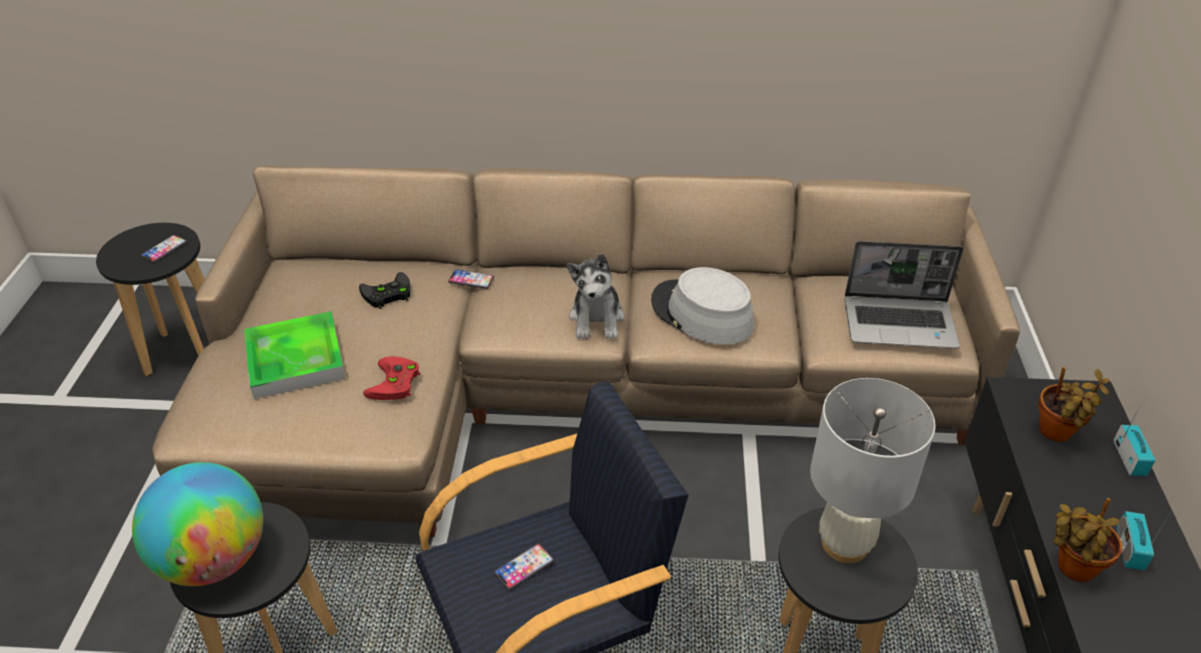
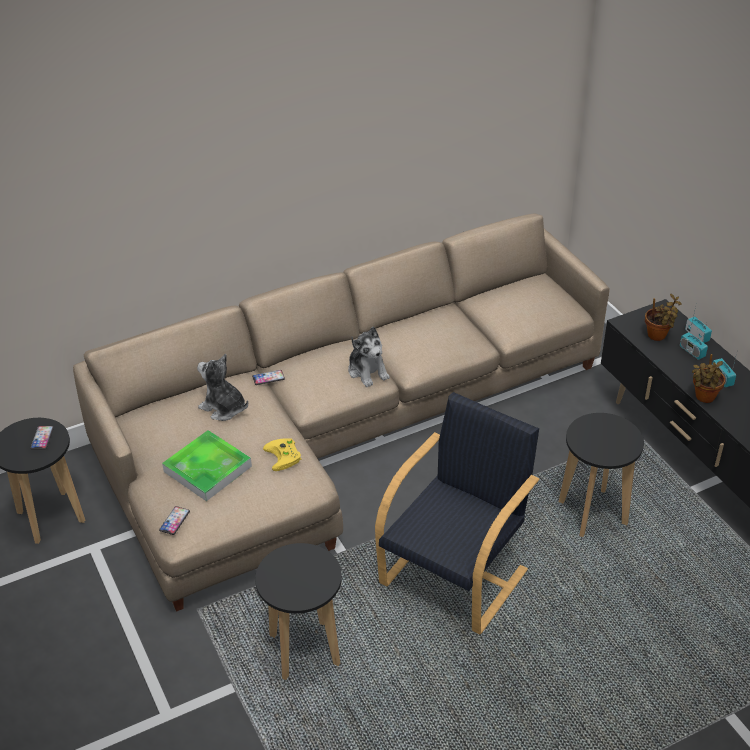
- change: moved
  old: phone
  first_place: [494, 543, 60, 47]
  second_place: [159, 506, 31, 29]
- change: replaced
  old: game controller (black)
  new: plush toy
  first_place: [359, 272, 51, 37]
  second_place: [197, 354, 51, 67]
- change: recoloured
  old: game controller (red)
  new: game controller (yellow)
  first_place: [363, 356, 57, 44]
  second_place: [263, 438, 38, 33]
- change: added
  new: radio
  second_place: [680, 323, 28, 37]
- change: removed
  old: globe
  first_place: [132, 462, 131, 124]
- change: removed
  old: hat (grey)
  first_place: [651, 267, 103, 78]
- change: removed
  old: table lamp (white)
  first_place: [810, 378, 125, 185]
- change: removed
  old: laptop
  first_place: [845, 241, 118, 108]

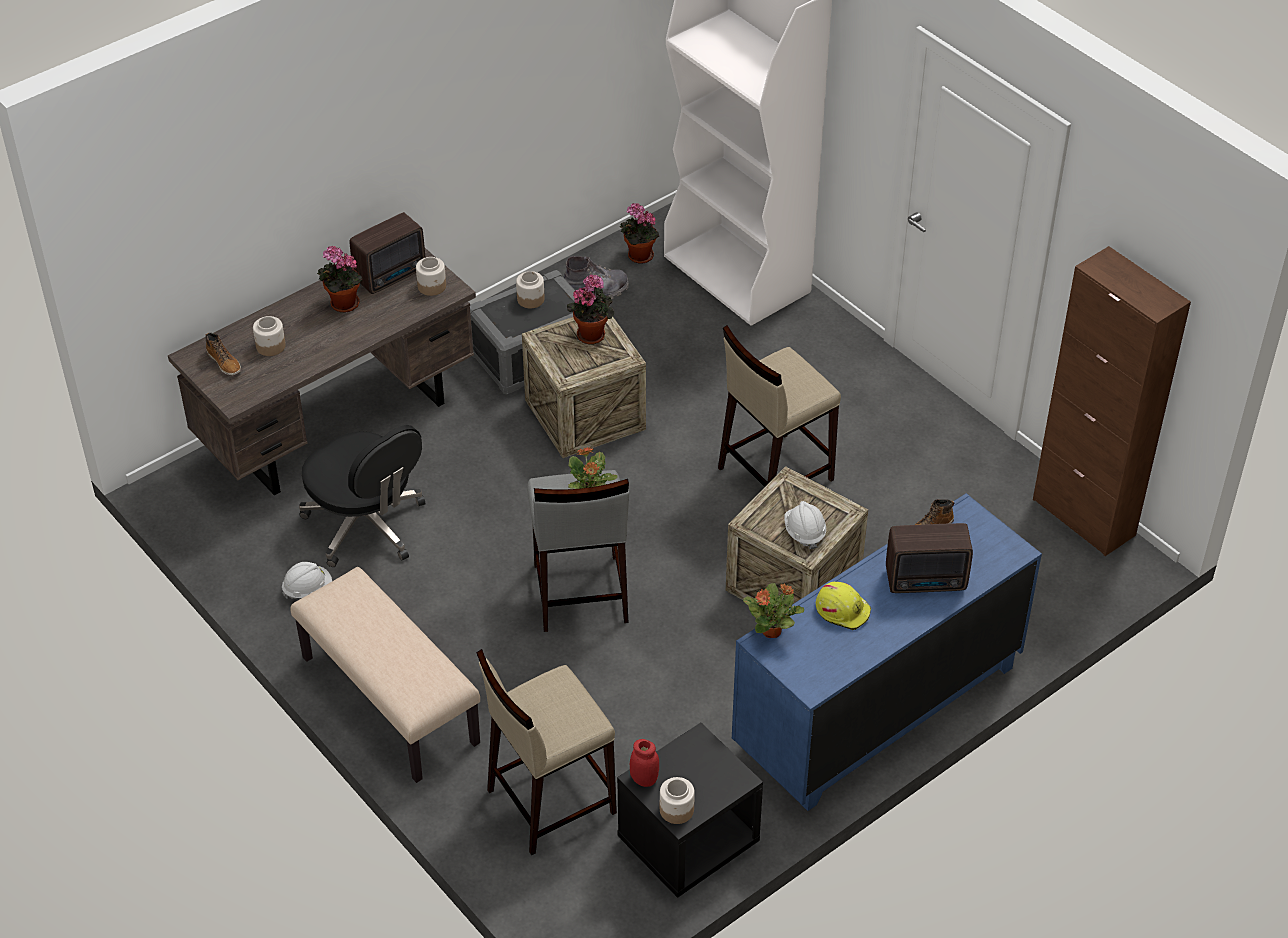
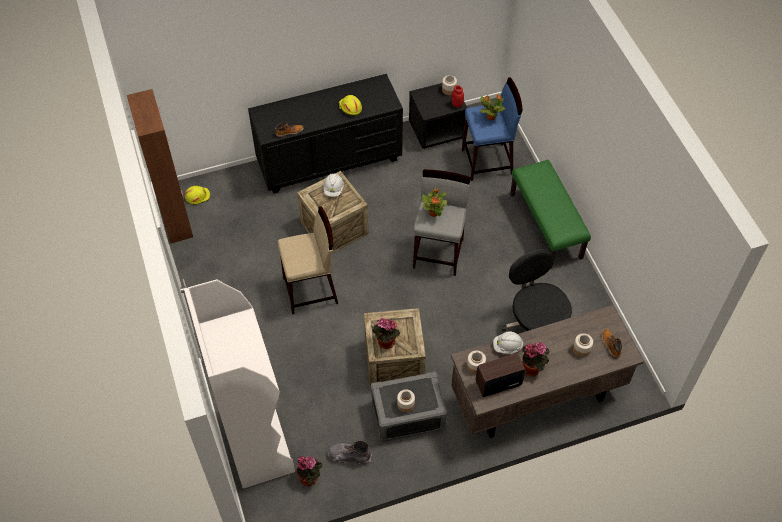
- change: added
  new: hard hat (yellow)
  second_place: [185, 186, 25, 19]
- change: recoloured
  old: dresser (blue)
  new: dresser (black)
  first_place: [732, 493, 310, 318]
  second_place: [248, 74, 155, 120]
- change: recoloured
  old: stool (beige)
  new: stool (blue)
  first_place: [476, 649, 141, 206]
  second_place: [462, 77, 61, 104]
- change: moved
  old: potted plant
  first_place: [743, 583, 61, 55]
  second_place: [480, 94, 25, 26]
- change: moved
  old: hard hat (white)
  first_place: [282, 562, 50, 37]
  second_place: [493, 332, 30, 22]
- change: recoloured
  old: bench (beige)
  new: bench (green)
  first_place: [290, 567, 190, 216]
  second_place: [510, 160, 81, 108]
- change: removed
  old: radio
  first_place: [886, 523, 87, 70]

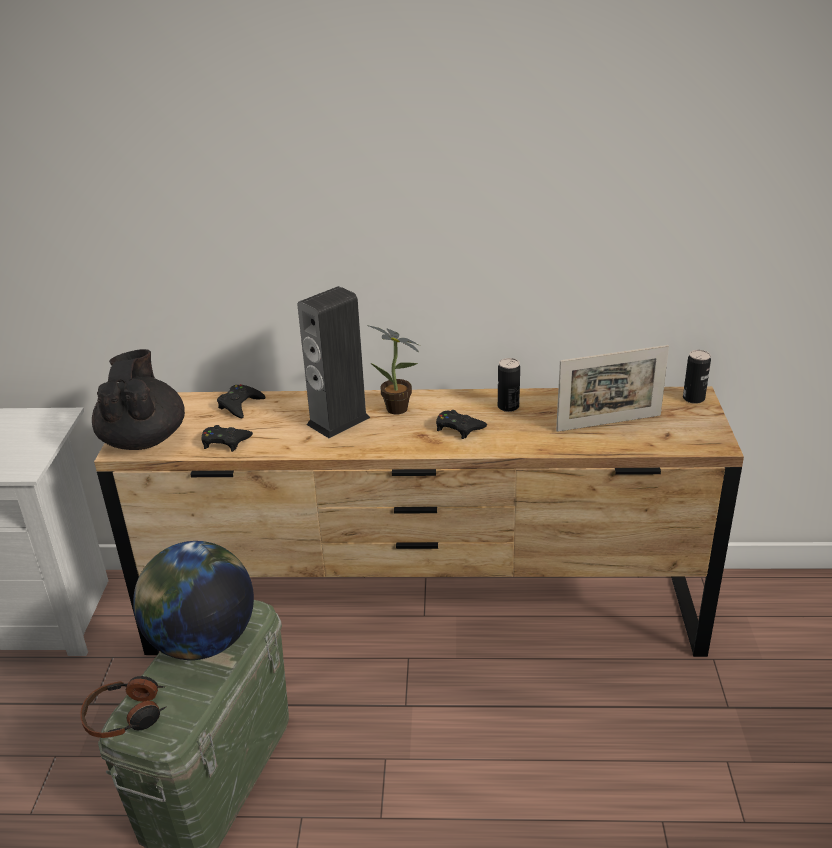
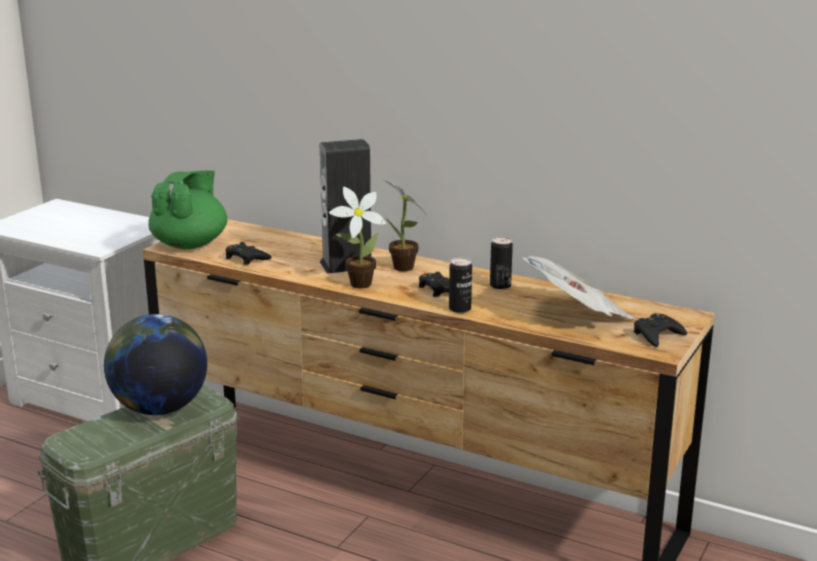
- change: recoloured
  old: teapot (black)
  new: teapot (green)
  first_place: [92, 349, 93, 101]
  second_place: [148, 170, 79, 79]
- change: added
  new: potted plant
  second_place: [329, 187, 57, 101]
- change: moved
  old: can
  first_place: [683, 350, 28, 54]
  second_place: [449, 258, 23, 55]
- change: replaced
  old: picture frame
  new: newspaper
  first_place: [556, 345, 113, 87]
  second_place: [522, 256, 114, 63]
- change: moved
  old: game controller (black)
  first_place: [217, 384, 49, 34]
  second_place: [633, 313, 54, 34]
- change: removed
  old: headphones
  first_place: [80, 676, 86, 62]

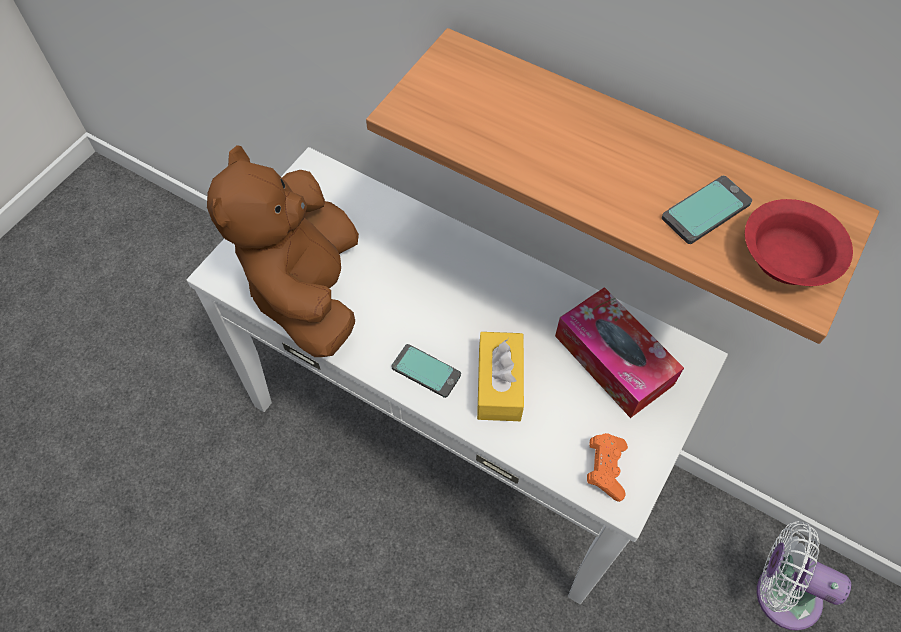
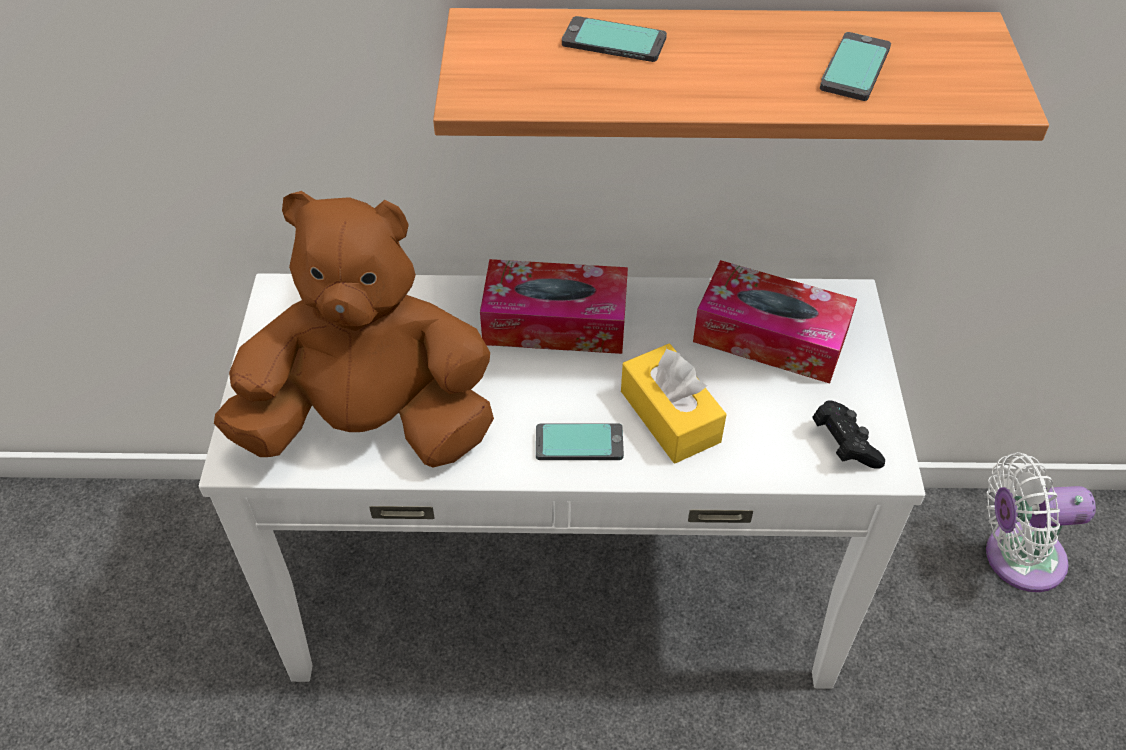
- change: turned
  old: plush toy (brown)
  first_place: [207, 145, 152, 212]
  second_place: [214, 191, 280, 276]
  degrees: 120
- change: added
  new: tissue box
  second_place: [480, 259, 148, 95]
- change: added
  new: phone
  second_place: [562, 16, 105, 46]
- change: recoloured
  old: game controller (orange)
  new: game controller (black)
  first_place: [587, 433, 41, 69]
  second_place: [812, 400, 73, 69]
- change: removed
  old: bowl (red)
  first_place: [745, 199, 108, 87]

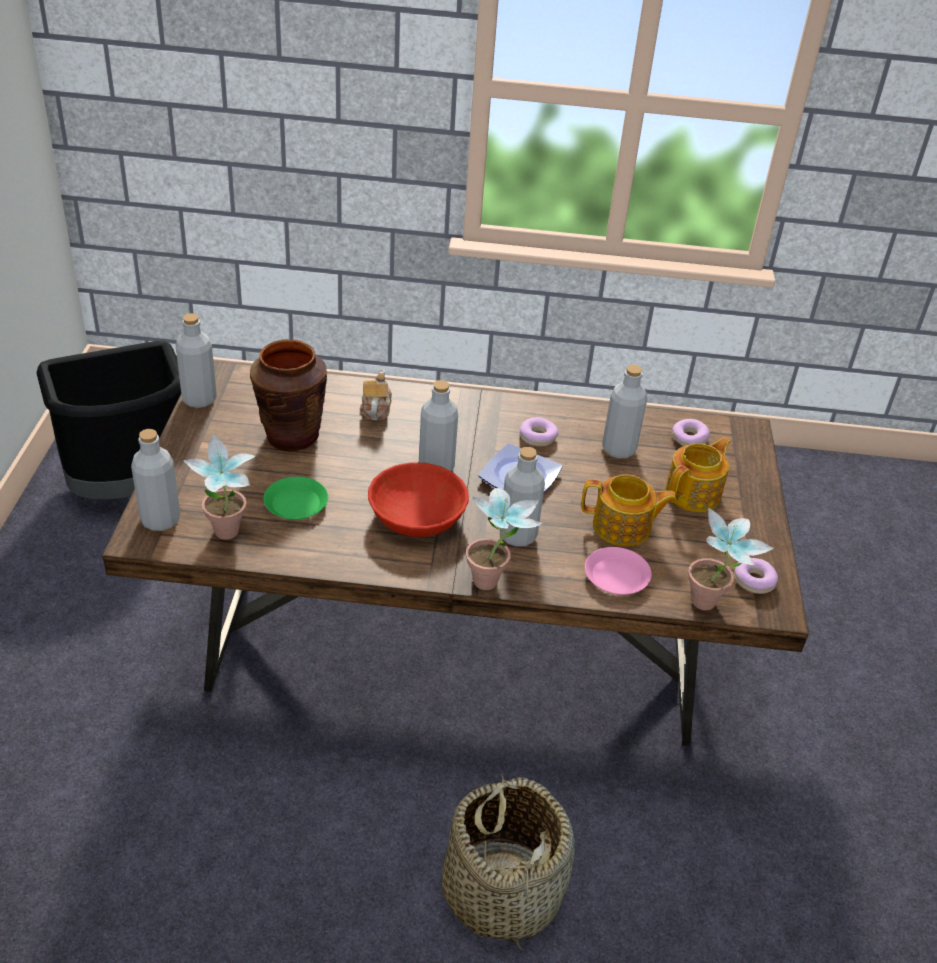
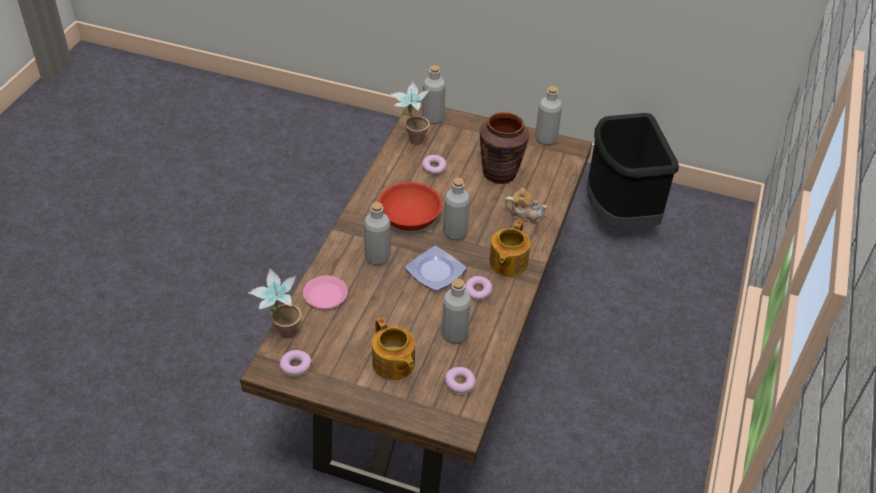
- change: replaced
  old: plate (green)
  new: donut
  first_place: [264, 477, 64, 43]
  second_place: [422, 155, 25, 20]
- change: moved
  old: teapot
  first_place: [581, 474, 97, 72]
  second_place: [489, 220, 41, 56]
- change: removed
  old: basket
  first_place: [442, 773, 133, 177]
- change: removed
  old: potted plant
  first_place: [466, 488, 76, 102]

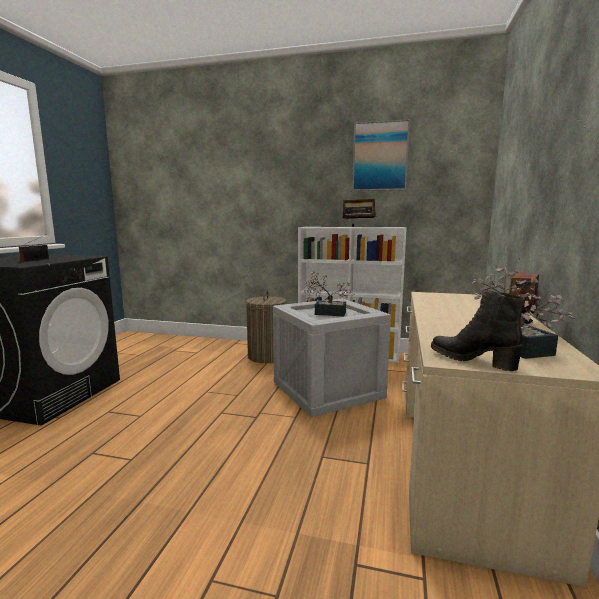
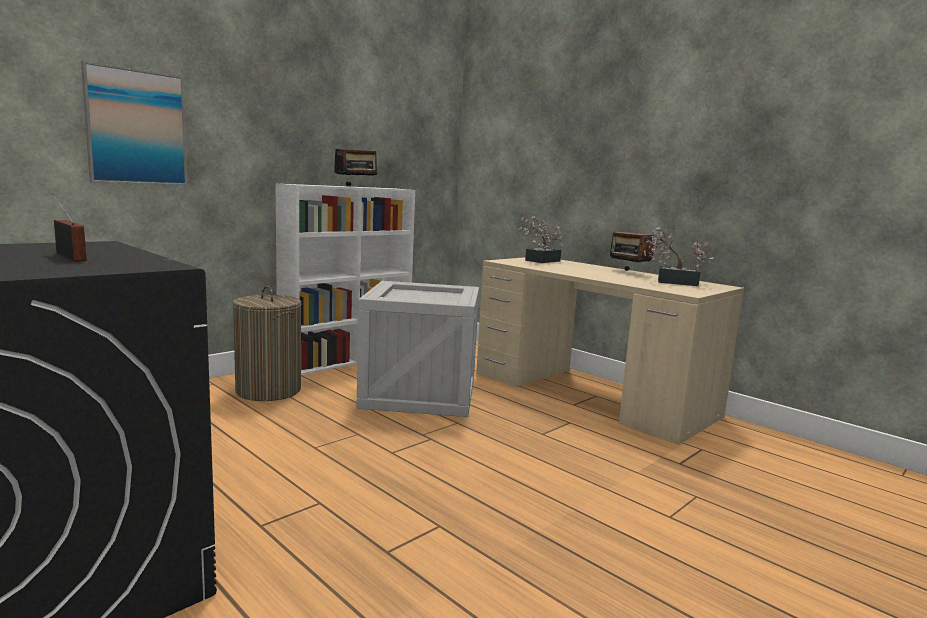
- change: moved
  old: picture
  first_place: [352, 119, 58, 72]
  second_place: [81, 61, 107, 125]
- change: moved
  old: potted plant
  first_place: [304, 271, 50, 46]
  second_place: [519, 216, 44, 47]
- change: removed
  old: boot (black)
  first_place: [431, 290, 94, 81]

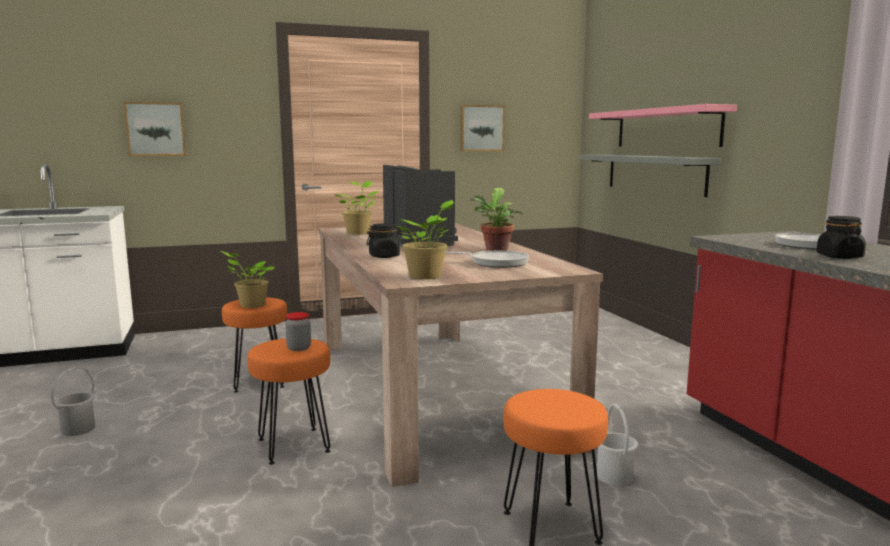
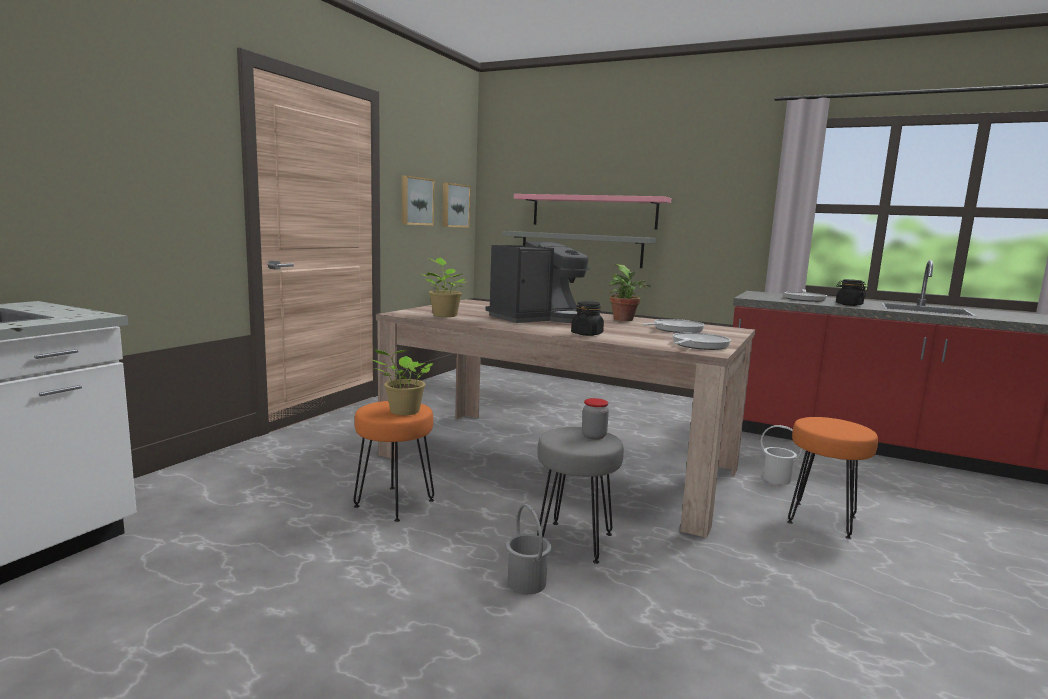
- change: moved
  old: picture
  first_place: [124, 101, 62, 55]
  second_place: [443, 183, 28, 45]
- change: turned
  old: coffee machine
  first_place: [383, 165, 75, 82]
  second_place: [485, 241, 105, 82]
  degrees: 120
- change: moved
  old: bucket (grey)
  first_place: [51, 367, 44, 69]
  second_place: [506, 504, 45, 90]
- change: recoloured
  old: stool (orange)
  new: stool (grey)
  first_place: [247, 338, 83, 127]
  second_place: [537, 427, 87, 137]
- change: replaced
  old: potted plant
  new: frying pan
  first_place: [396, 200, 58, 79]
  second_place: [672, 332, 59, 18]

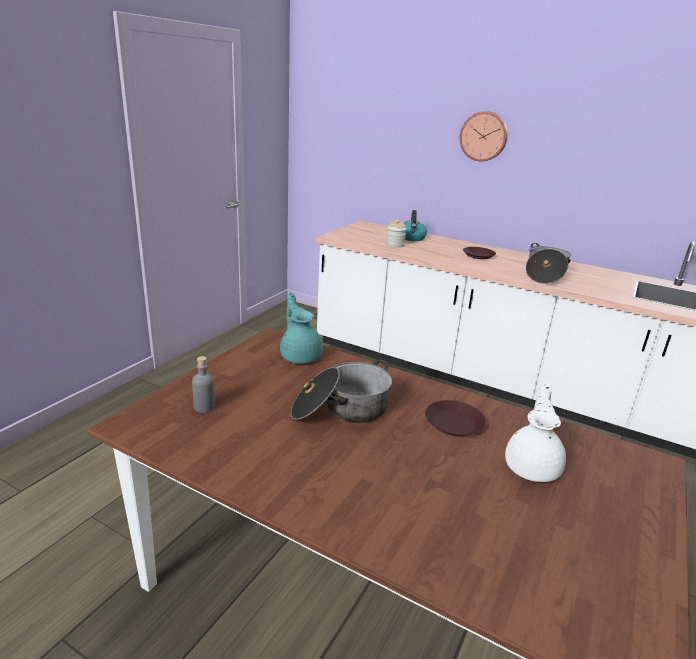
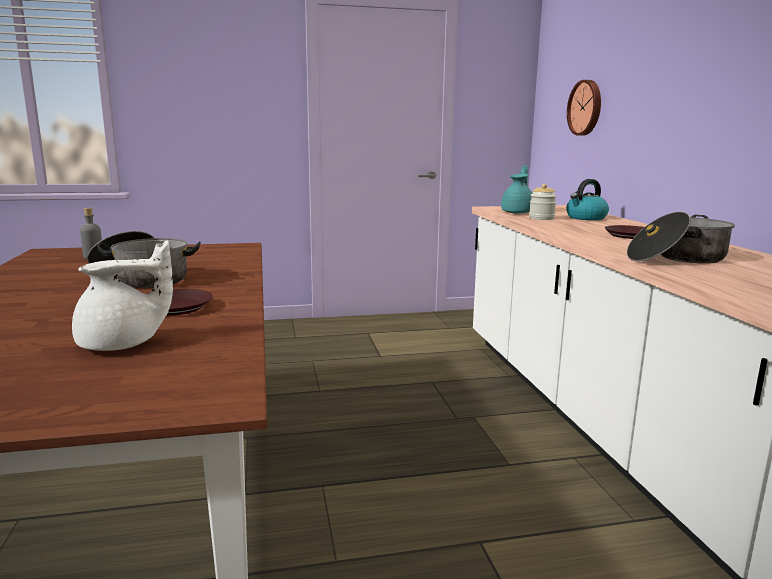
- change: moved
  old: teapot (turquoise)
  first_place: [280, 293, 43, 71]
  second_place: [501, 165, 31, 48]
- change: moved
  old: wall clock
  first_place: [460, 111, 48, 51]
  second_place: [567, 80, 34, 56]

